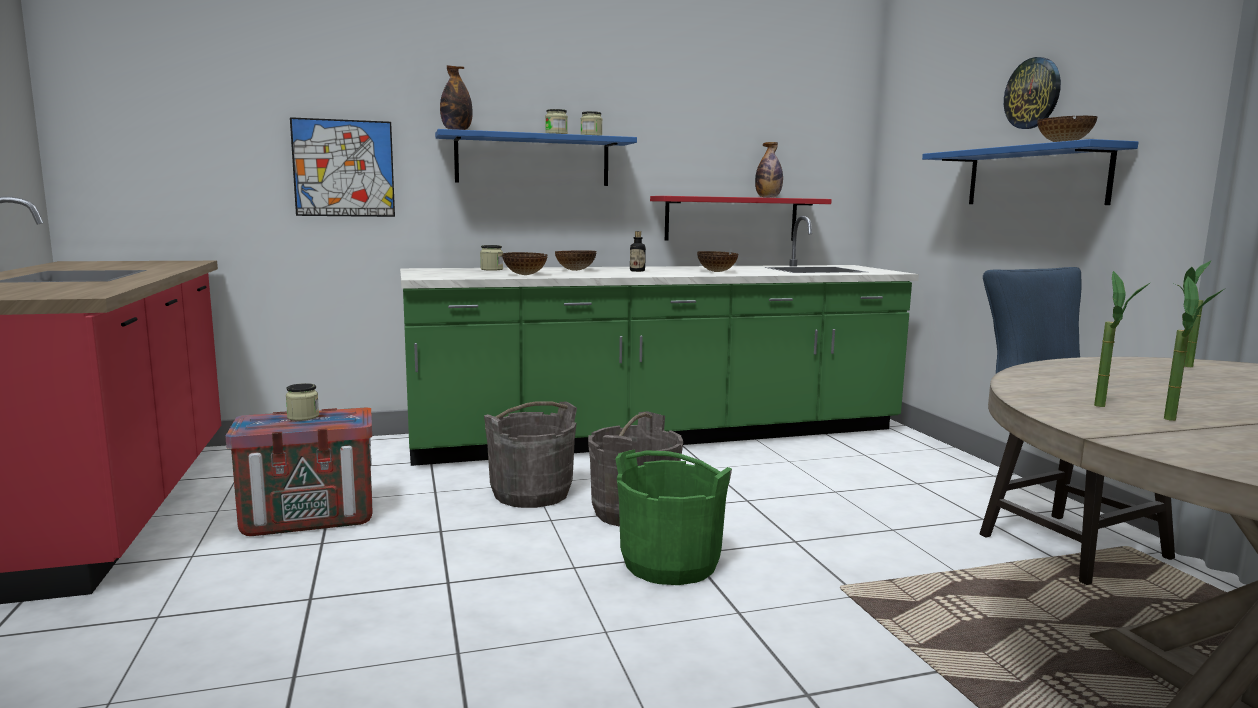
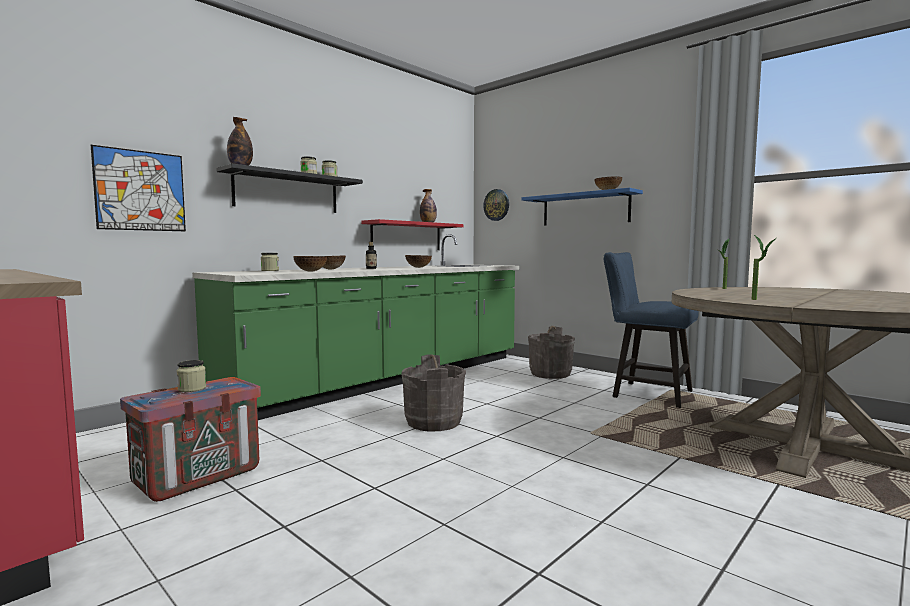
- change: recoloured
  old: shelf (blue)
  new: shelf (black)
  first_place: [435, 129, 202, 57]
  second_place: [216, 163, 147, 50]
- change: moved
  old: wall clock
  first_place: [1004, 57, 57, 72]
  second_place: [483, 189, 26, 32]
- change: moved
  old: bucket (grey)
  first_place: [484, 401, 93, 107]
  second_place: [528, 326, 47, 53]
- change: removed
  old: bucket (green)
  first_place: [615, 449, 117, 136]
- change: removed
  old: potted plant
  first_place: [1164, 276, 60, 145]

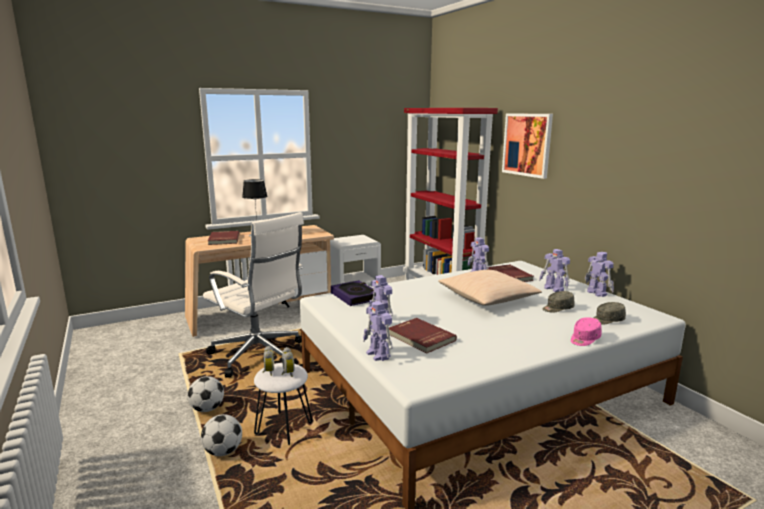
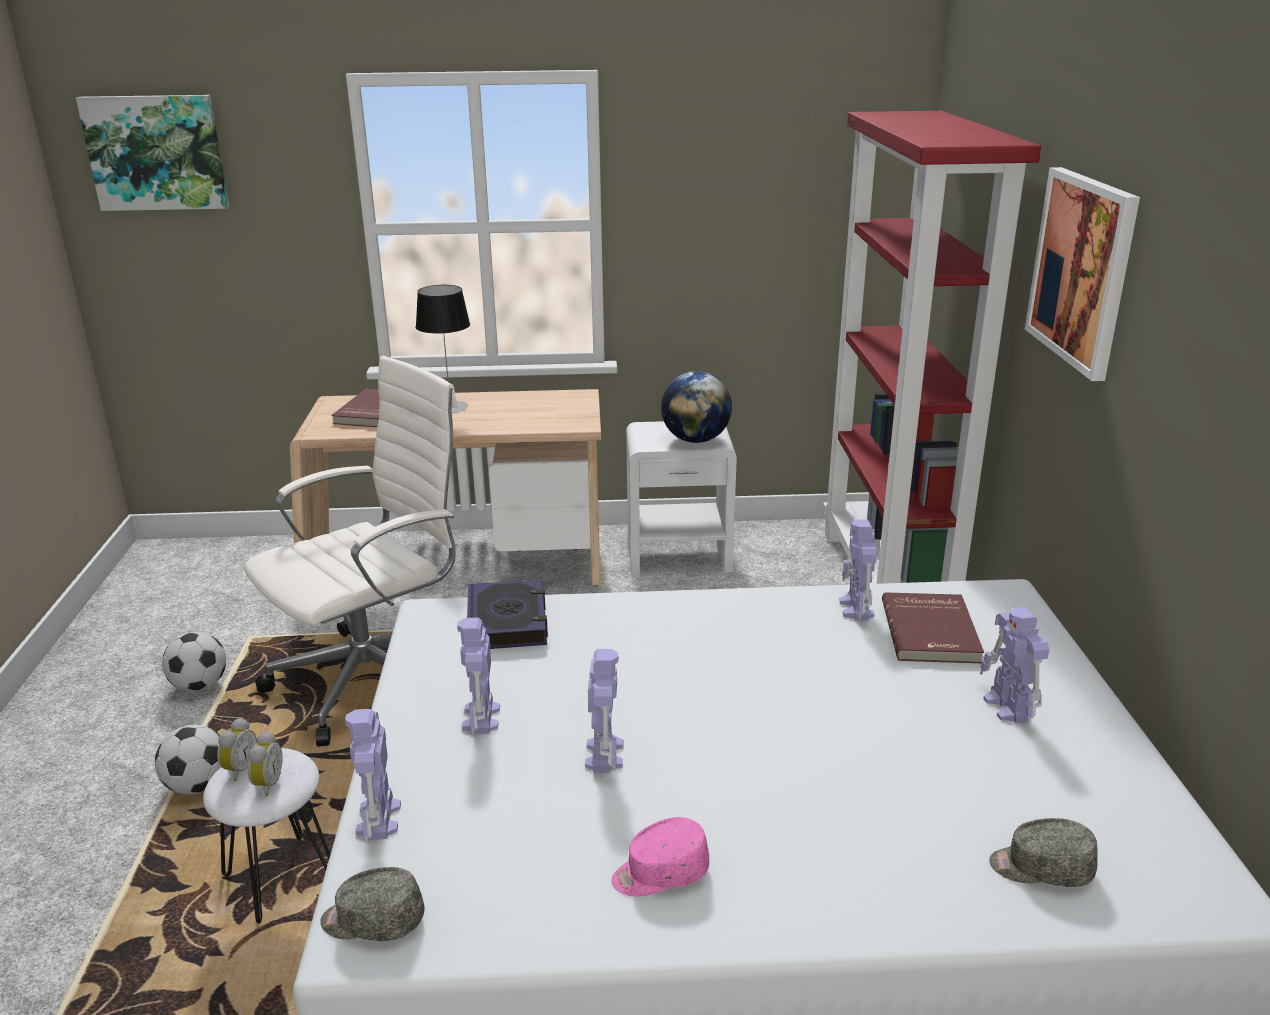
- change: added
  new: picture
  second_place: [76, 95, 153, 116]
- change: moved
  old: football
  first_place: [201, 414, 41, 42]
  second_place: [162, 632, 64, 60]
- change: turned
  old: office chair (white)
  first_place: [203, 212, 101, 166]
  second_place: [244, 356, 214, 390]
  degrees: -105
- change: moved
  old: cap (grey)
  first_place: [543, 291, 31, 21]
  second_place: [320, 867, 105, 74]
- change: moved
  old: toy robot
  first_place: [585, 252, 29, 45]
  second_place: [585, 649, 39, 124]
- change: moved
  old: cap (pink)
  first_place: [571, 317, 31, 29]
  second_place: [611, 817, 98, 80]
- change: added
  new: globe
  second_place: [661, 371, 71, 72]
- change: removed
  old: book (red)
  first_place: [389, 318, 68, 36]
- change: removed
  old: pillow (beige)
  first_place: [438, 270, 104, 36]

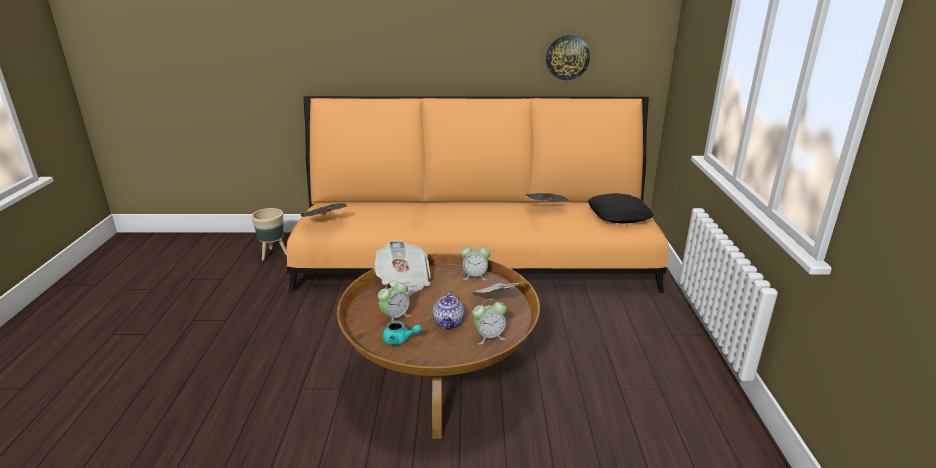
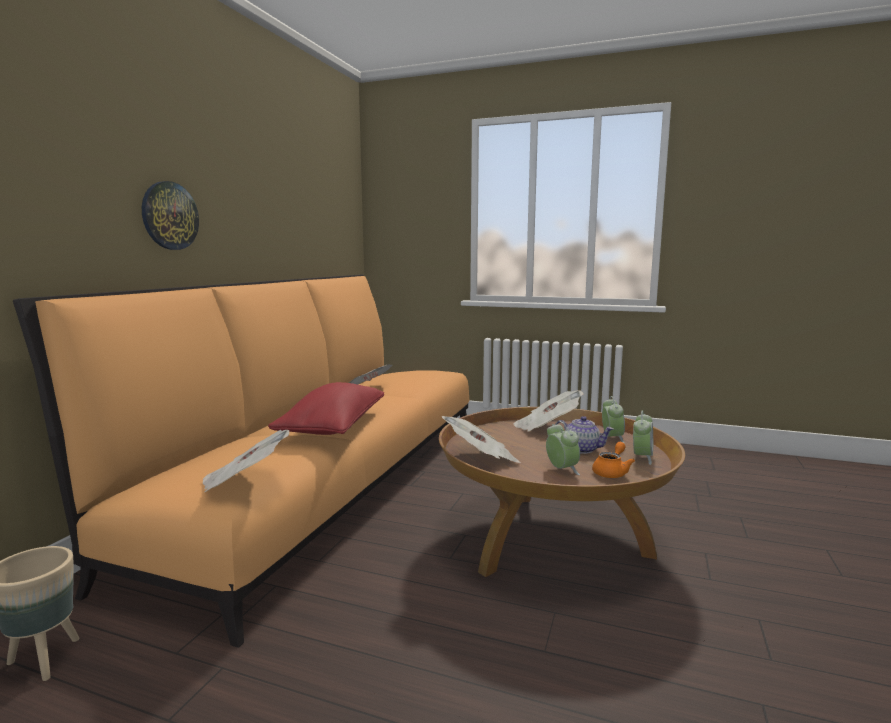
- change: moved
  old: wall clock
  first_place: [546, 35, 44, 45]
  second_place: [142, 181, 57, 69]
- change: added
  new: pillow (red)
  second_place: [268, 382, 116, 53]
- change: recoloured
  old: teapot (turquoise)
  new: teapot (orange)
  first_place: [383, 320, 39, 25]
  second_place: [592, 442, 43, 36]
- change: moved
  old: alarm clock
  first_place: [461, 243, 30, 37]
  second_place: [633, 411, 20, 54]
- change: removed
  old: pillow (black)
  first_place: [588, 193, 66, 30]

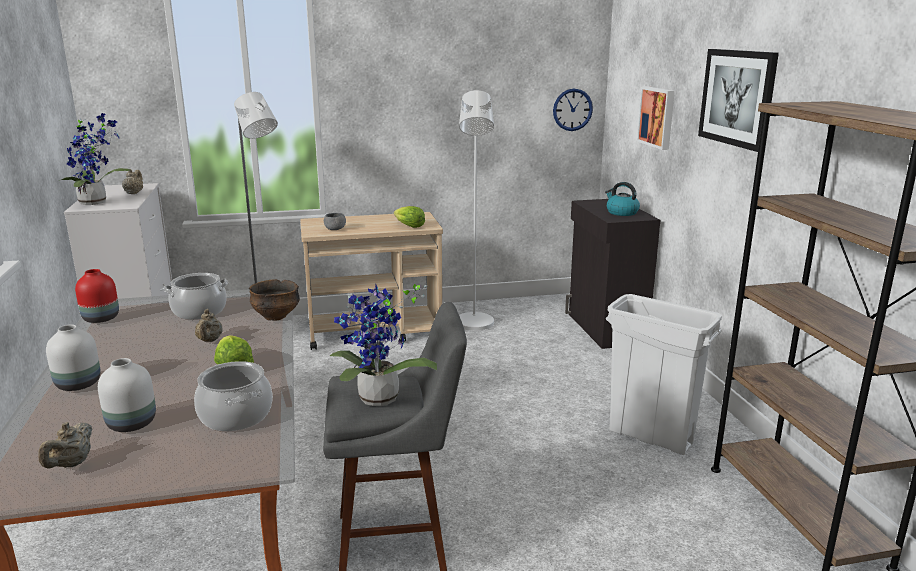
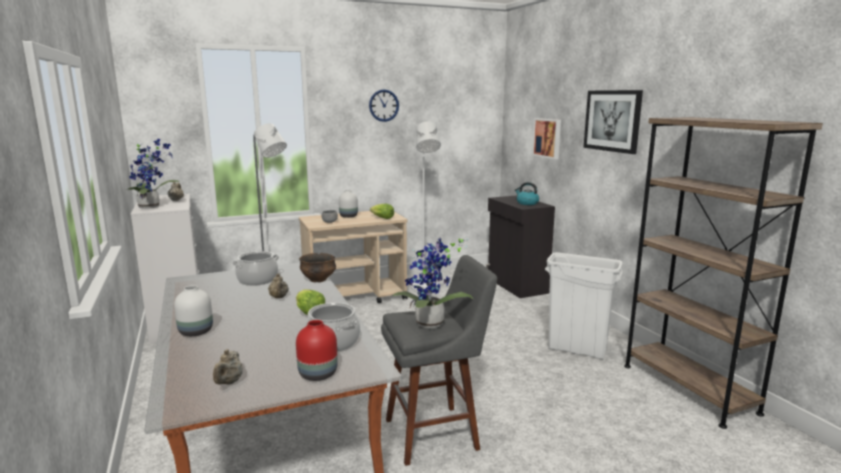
- change: moved
  old: vase (red)
  first_place: [75, 269, 44, 54]
  second_place: [296, 320, 42, 61]
- change: moved
  old: vase (white)
  first_place: [98, 358, 58, 74]
  second_place: [339, 190, 19, 28]
- change: moved
  old: wall clock
  first_place: [553, 89, 40, 42]
  second_place: [369, 89, 30, 33]

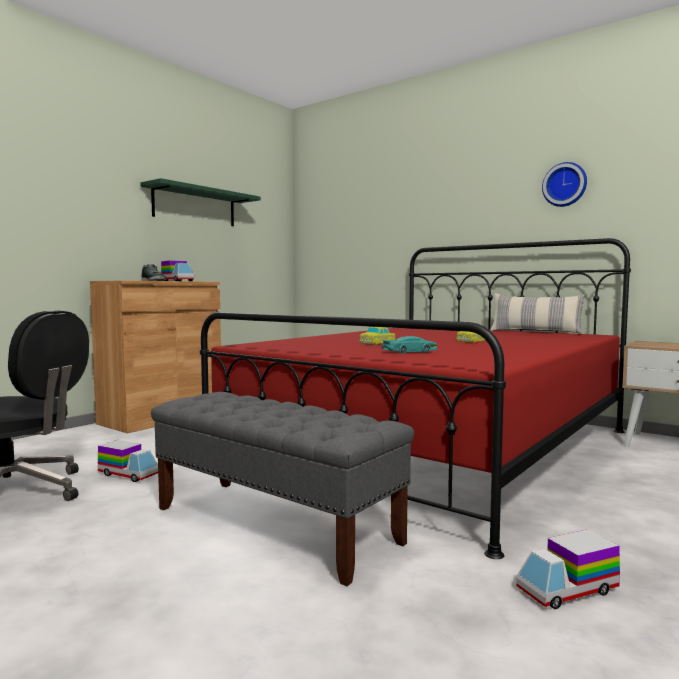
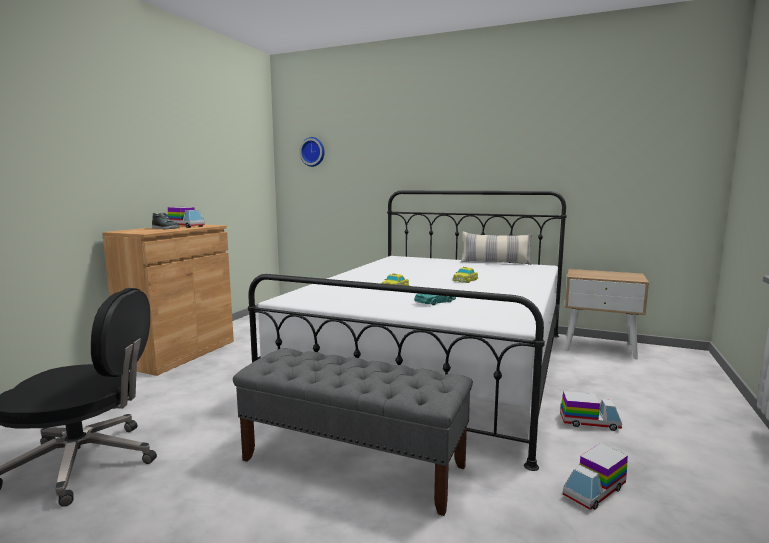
- change: recoloured
  old: bed (red)
  new: bed (white)
  first_place: [200, 238, 431, 321]
  second_place: [248, 191, 319, 280]
- change: moved
  old: wall clock
  first_place: [542, 162, 45, 45]
  second_place: [299, 137, 26, 30]
- change: moved
  old: toy truck
  first_place: [98, 440, 60, 42]
  second_place: [560, 391, 62, 40]
- change: removed
  old: shelf (green)
  first_place: [140, 178, 121, 48]

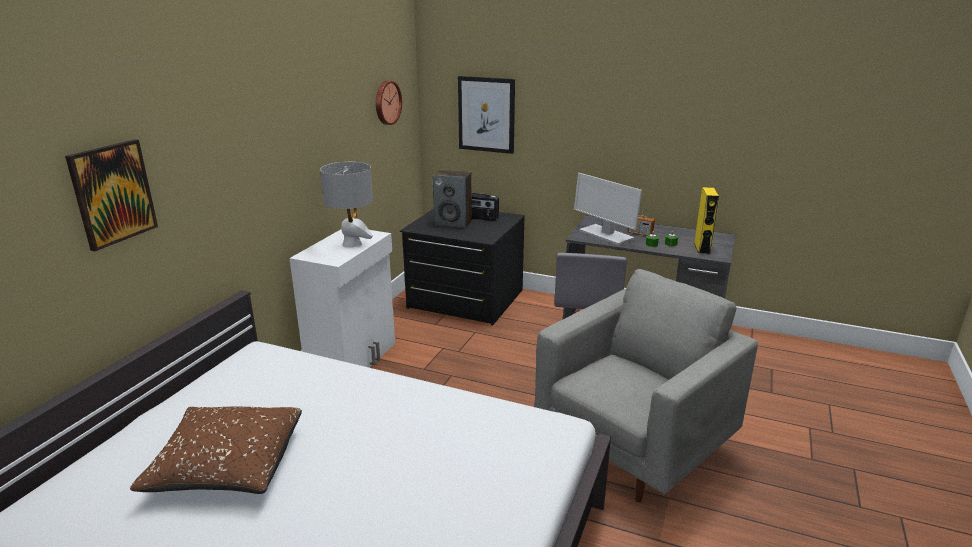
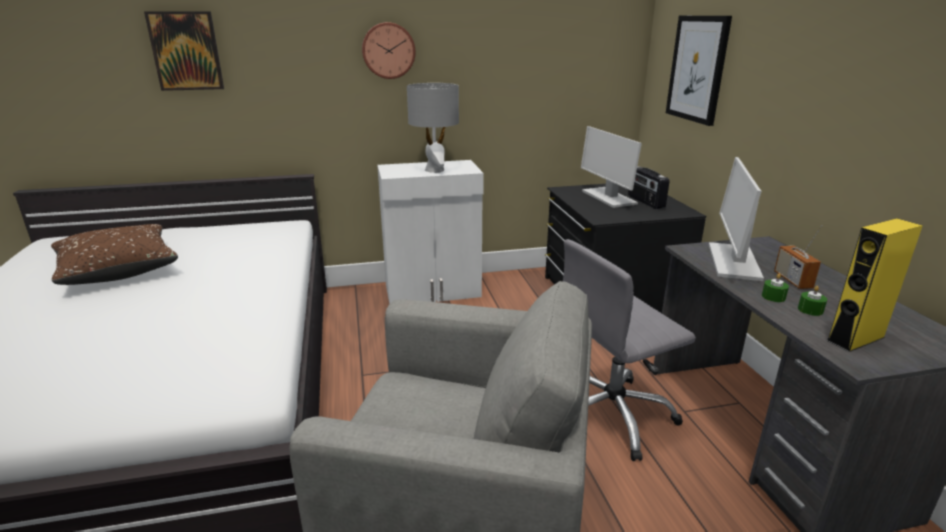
- change: moved
  old: wall clock
  first_place: [376, 81, 26, 44]
  second_place: [362, 22, 54, 57]
- change: replaced
  old: speaker
  new: monitor
  first_place: [433, 170, 39, 59]
  second_place: [581, 126, 61, 82]

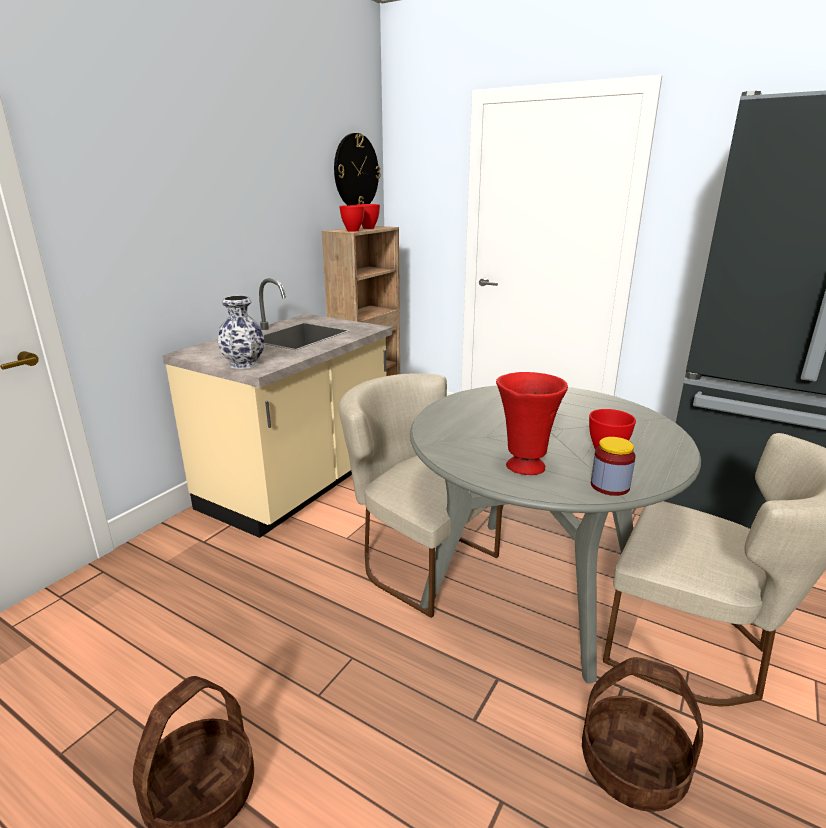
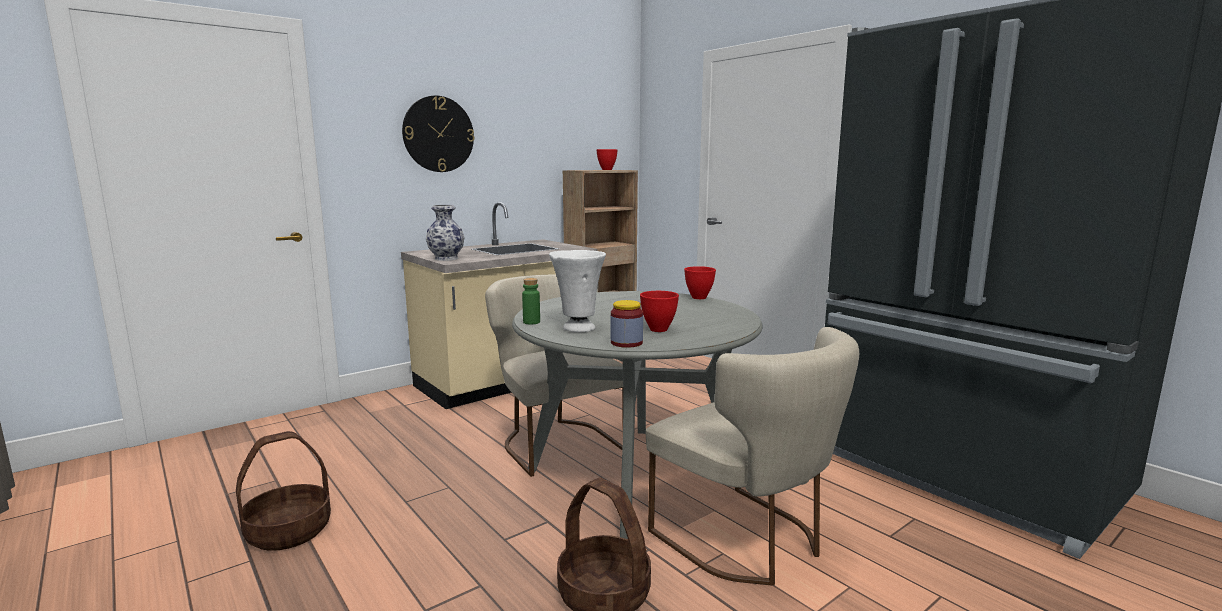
- change: moved
  old: wall clock
  first_place: [334, 133, 46, 72]
  second_place: [402, 96, 72, 76]
- change: added
  new: bottle (green)
  second_place: [522, 278, 18, 46]
- change: recoloured
  old: vase (red)
  new: vase (white)
  first_place: [496, 372, 72, 103]
  second_place: [549, 250, 57, 82]
- change: moved
  old: bowl (red)
  first_place: [339, 205, 26, 27]
  second_place: [684, 266, 32, 33]

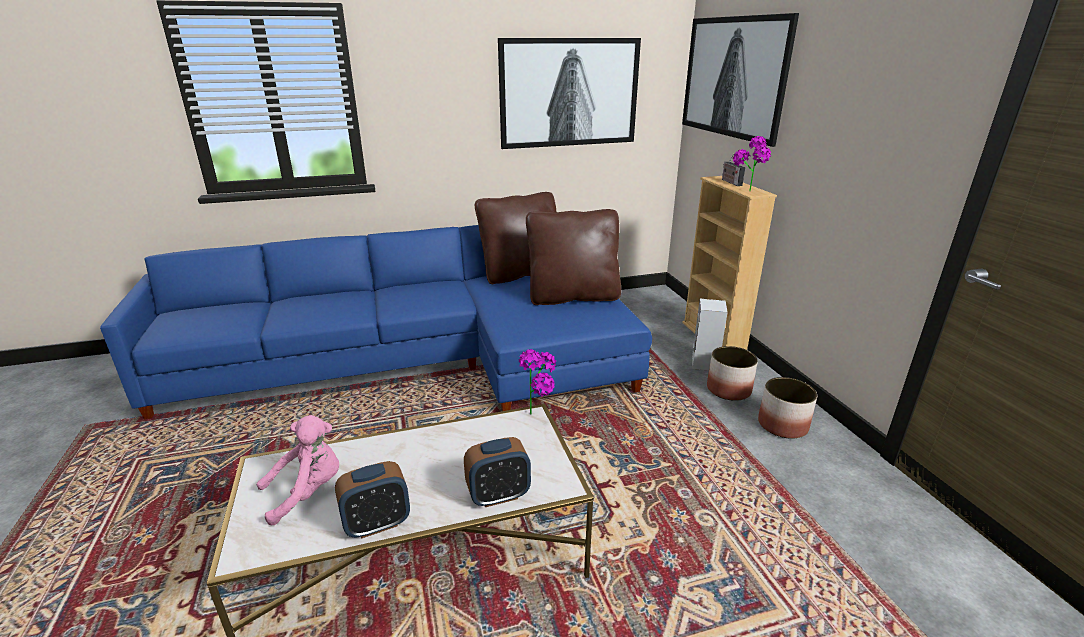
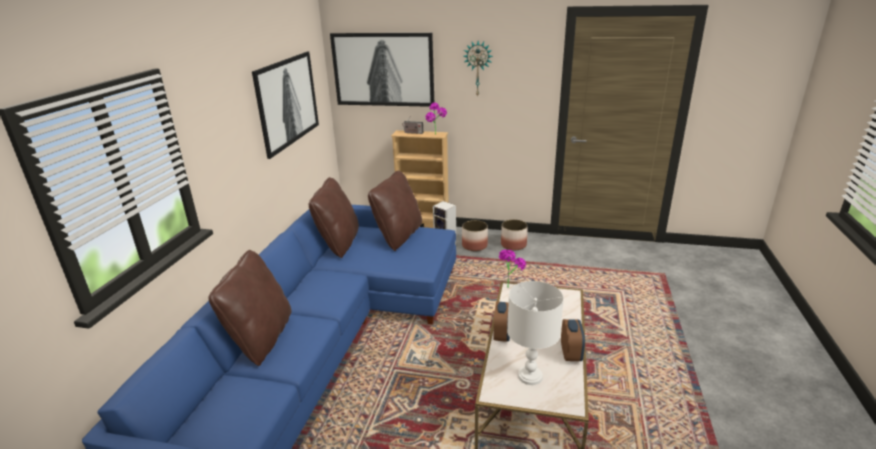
- change: added
  new: pillow (brown)
  second_place: [208, 250, 84, 116]
- change: added
  new: wall clock
  second_place: [463, 41, 30, 56]
- change: moved
  old: alarm clock
  first_place: [464, 437, 67, 70]
  second_place: [493, 302, 17, 40]
- change: replaced
  old: plush toy (pink)
  new: table lamp (white)
  first_place: [257, 415, 82, 110]
  second_place: [507, 281, 57, 104]

